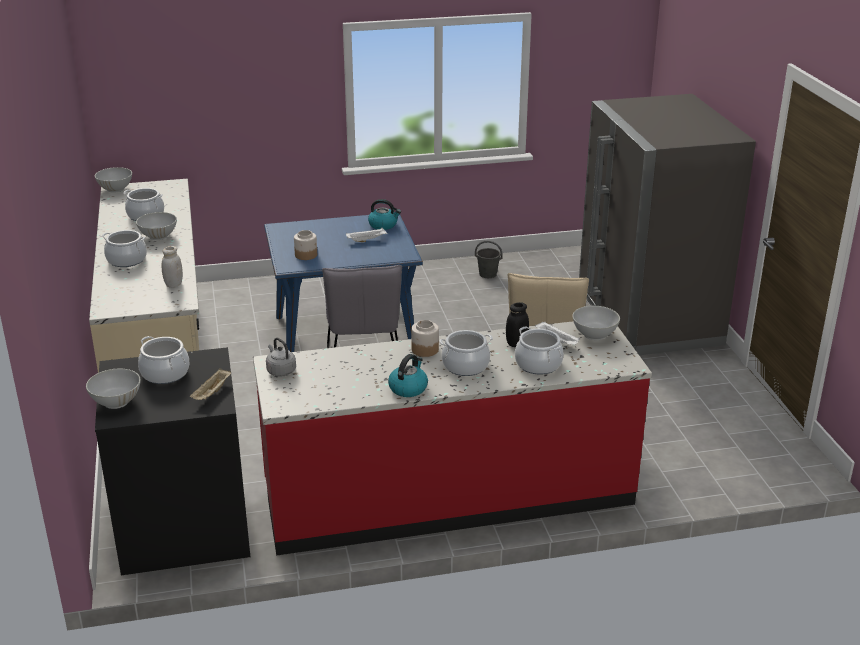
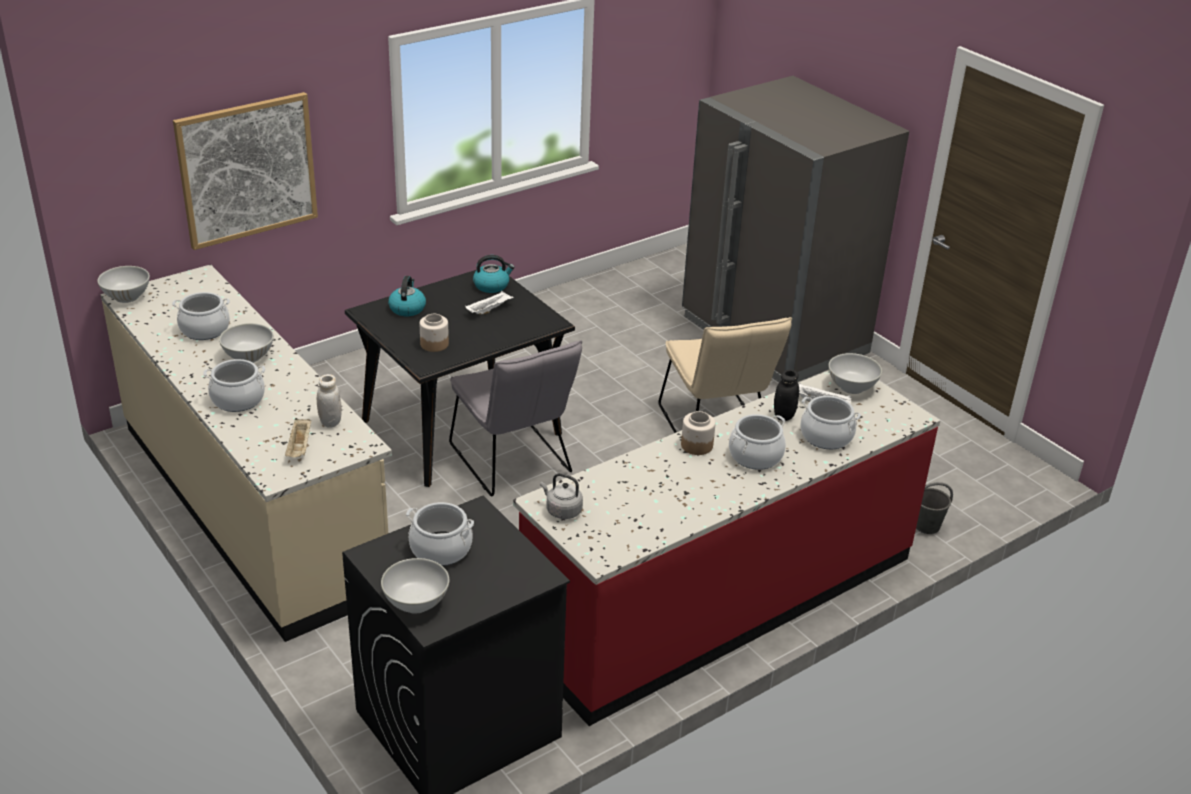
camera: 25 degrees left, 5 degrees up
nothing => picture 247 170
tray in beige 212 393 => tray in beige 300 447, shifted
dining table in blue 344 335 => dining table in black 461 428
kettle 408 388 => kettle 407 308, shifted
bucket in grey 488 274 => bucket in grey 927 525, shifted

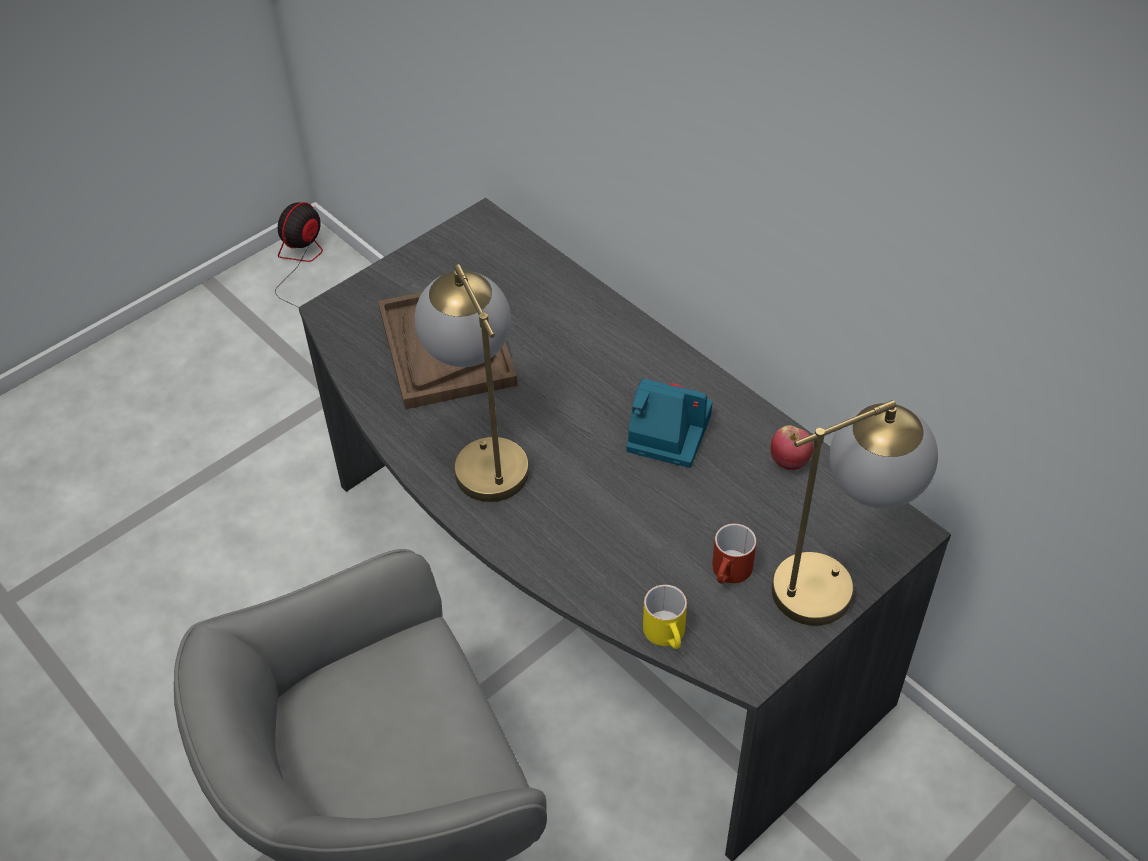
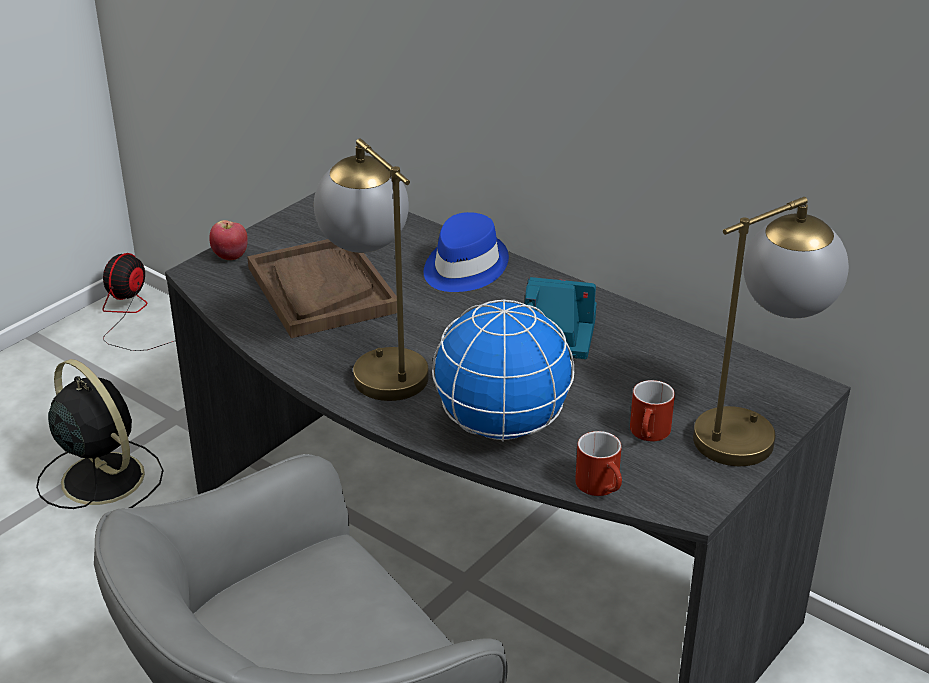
camera: 10 degrees left, 15 degrees down
nothing => fan in black 100 476
apple 789 462 => apple 230 256, shifted
nothing => hat in blue 463 268
nothing => globe 500 426
mug in yellow 668 635 => mug in red 603 487

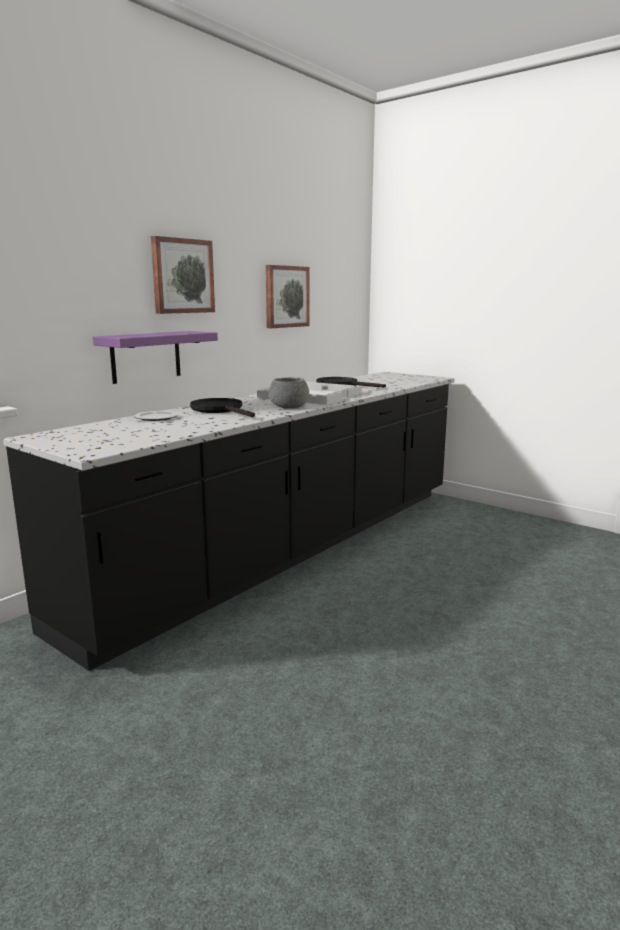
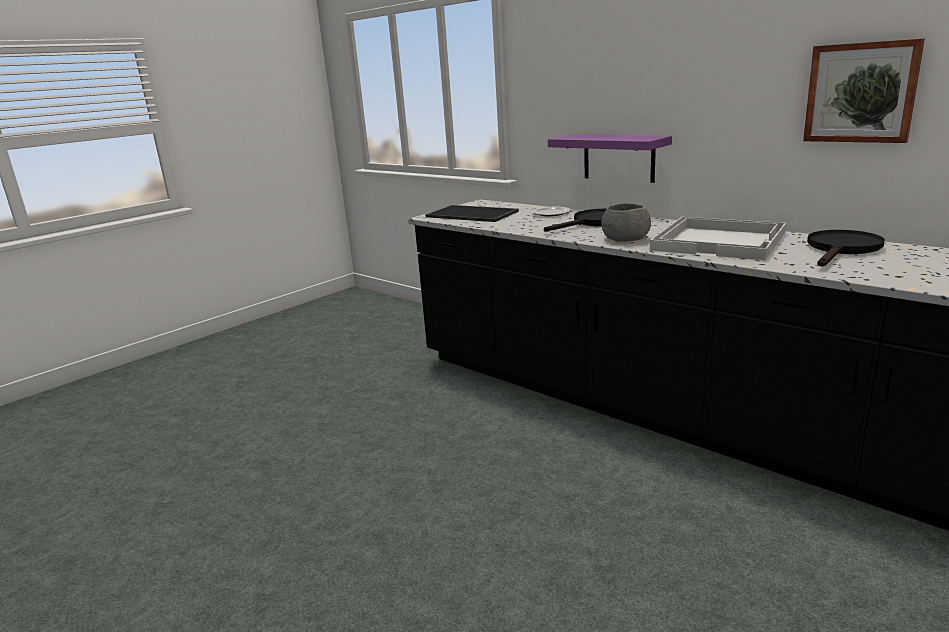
camera: 95 degrees right, 5 degrees up
nothing => tray 473 214
picture 182 276 => nothing

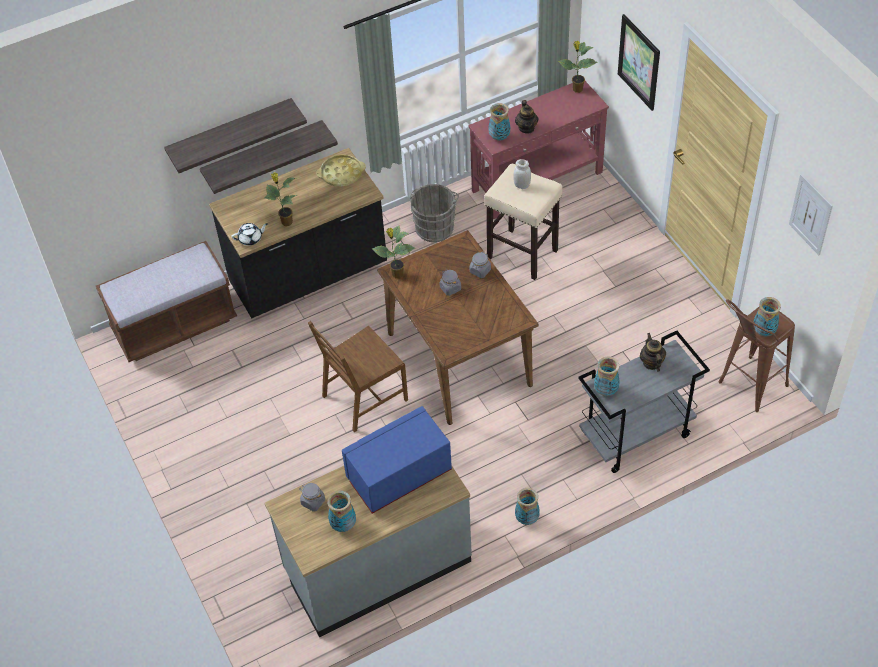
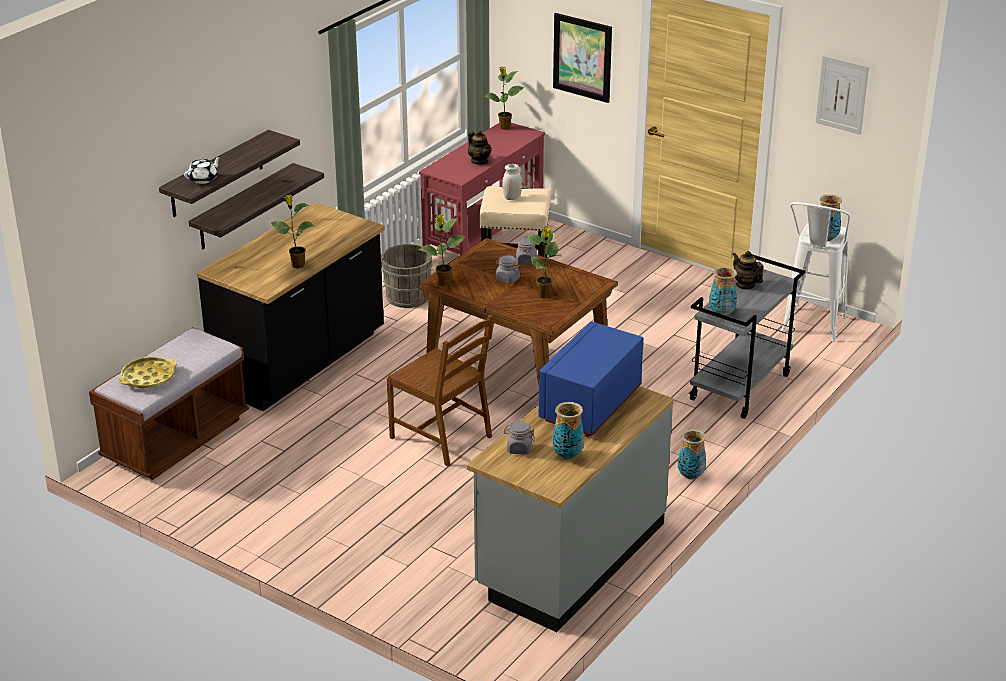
camera: 30 degrees left, 20 degrees down
tray in yellow 341 174 => tray in yellow 148 377, shifted
teapot in white 251 239 => teapot in white 203 179, shifted
chair in brown 364 398 => chair in brown 442 437, 75 degrees counterclockwise
nothing => potted plant 544 295
stool in brown 746 390 => stool in white 811 330
vase 499 137 => nothing

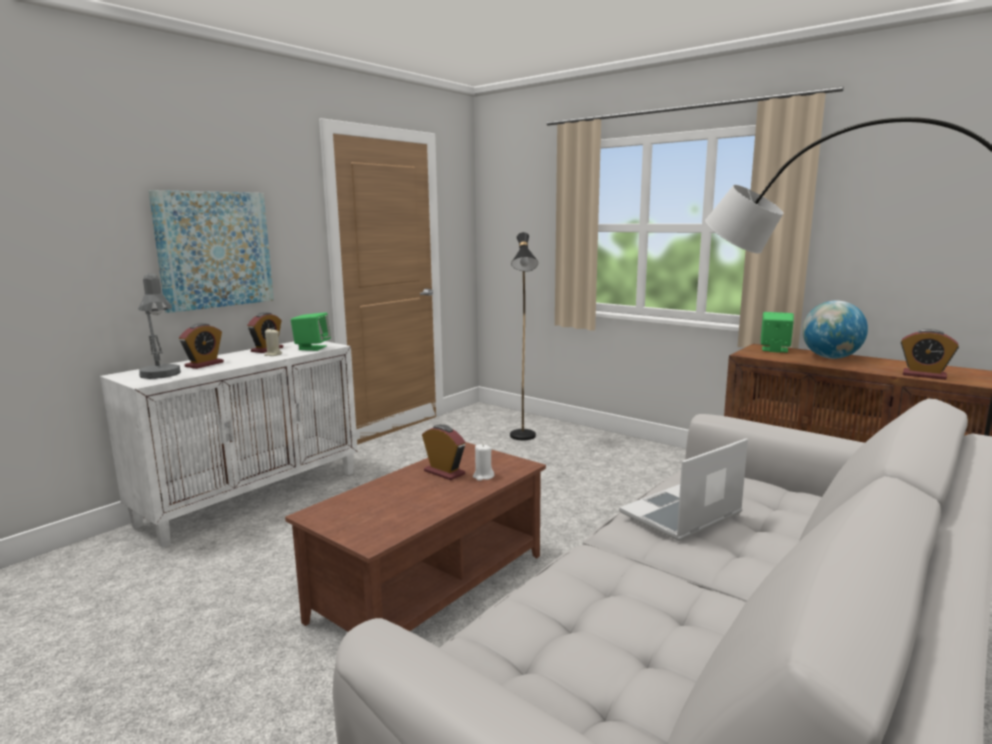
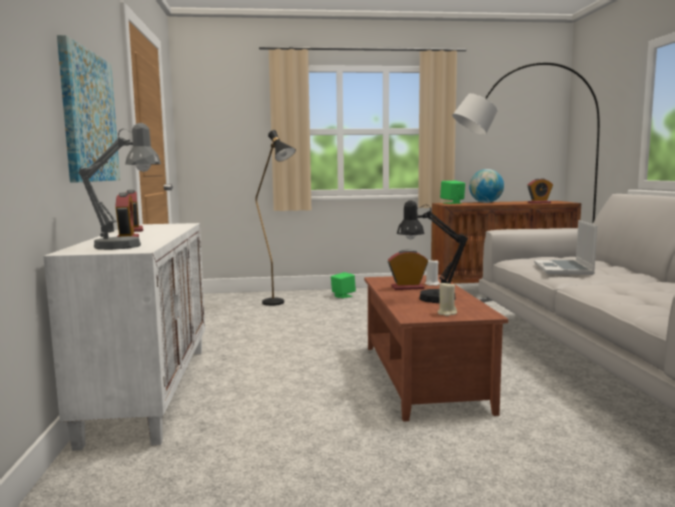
camera: 45 degrees left, 5 degrees down
speaker in green 312 348 => speaker in green 343 296, shifted
nothing => table lamp in black 428 299
candle in beige 273 354 => candle in beige 446 313, shifted

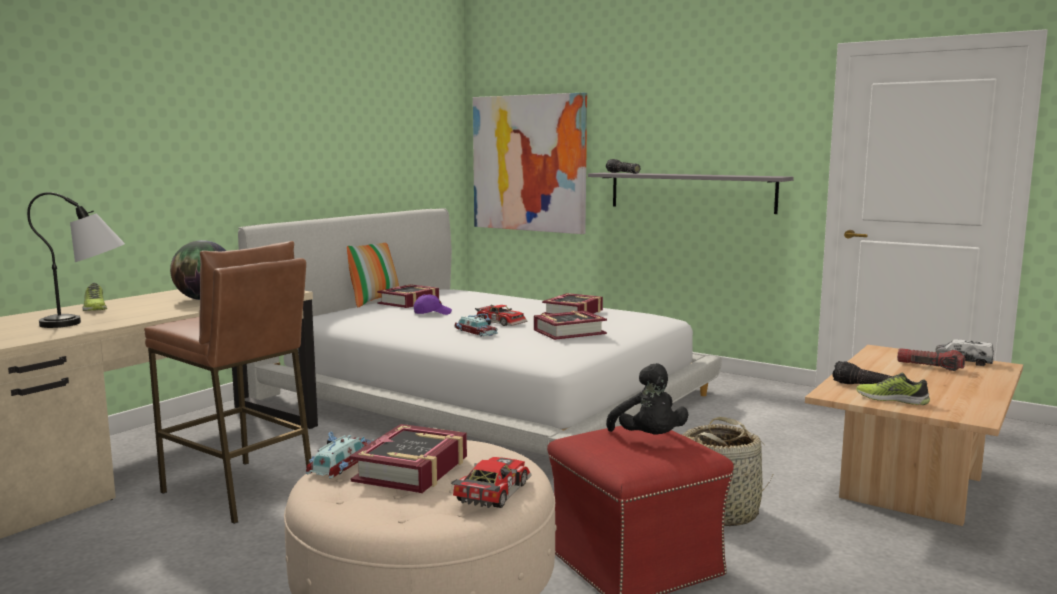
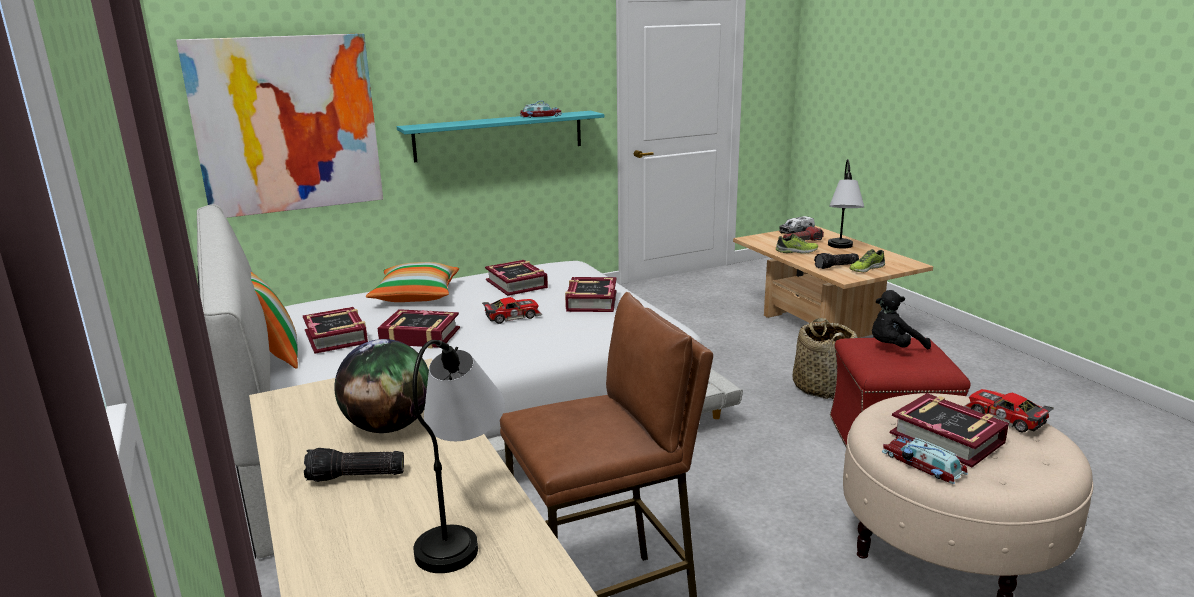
camera: 60 degrees left, 10 degrees up
flashlight 622 173 => flashlight 355 477, shifted
nothing => pillow 416 295
cap in purple 432 313 => book 420 336
shelf in grey 691 192 => shelf in turquoise 499 135
toy car 476 331 => toy car 540 116, shifted
shoe 94 308 => shoe 796 251, shifted
nothing => table lamp 840 249
plush toy in black 648 439 => plush toy in black 893 348, 150 degrees clockwise

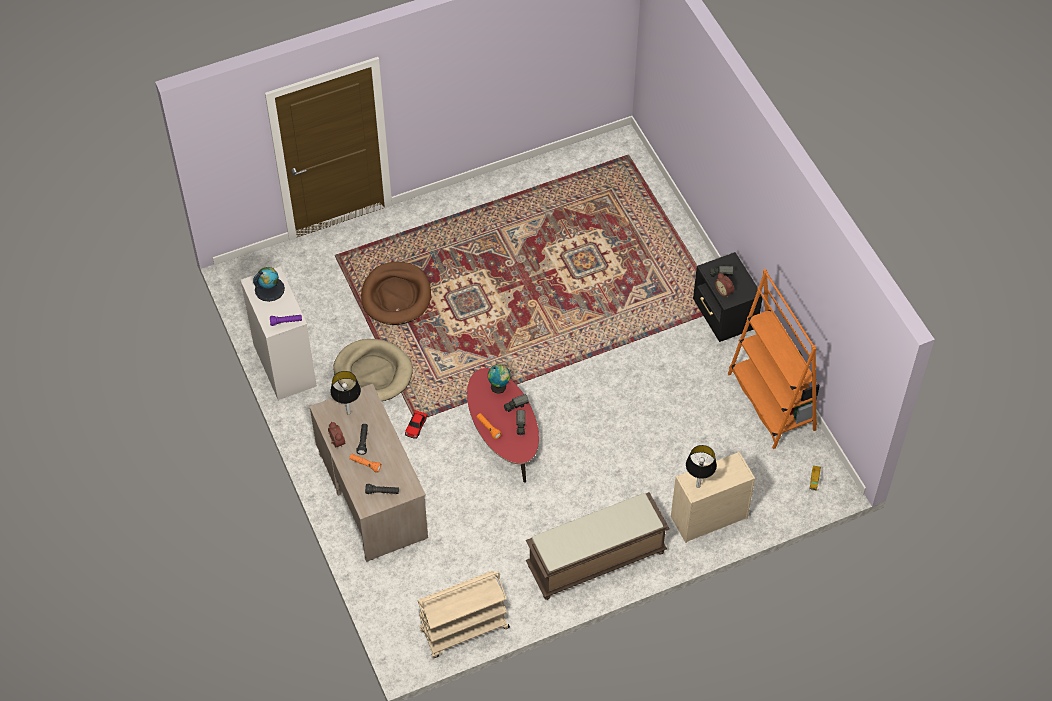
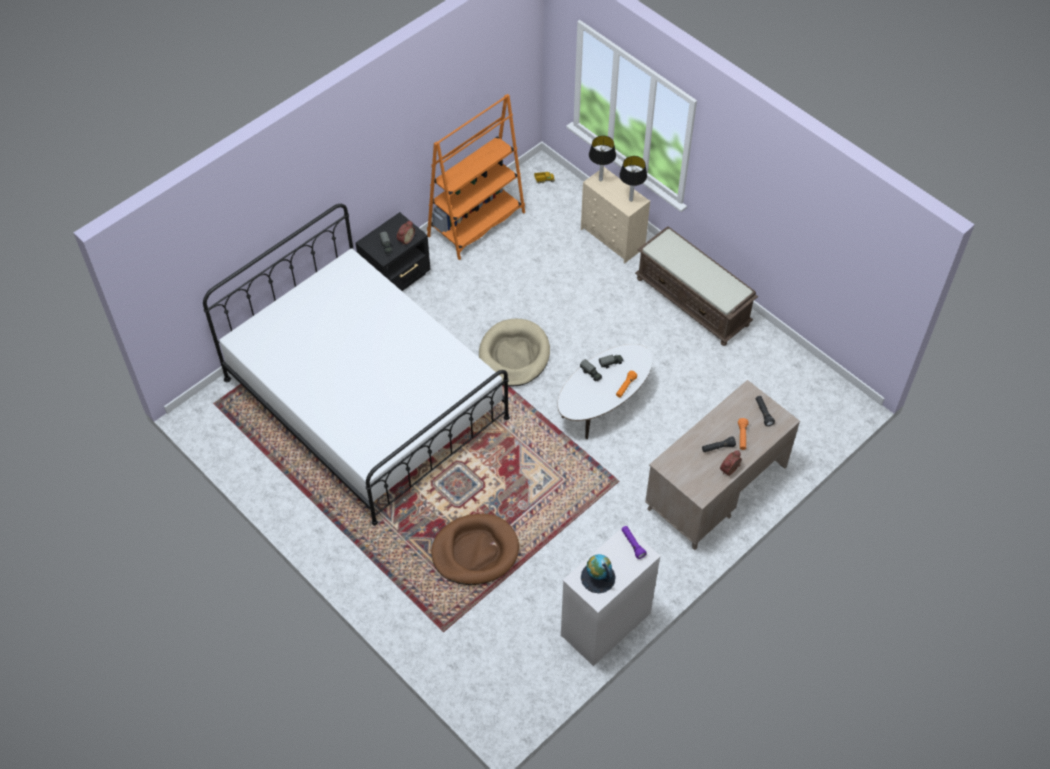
camera: 110 degrees left, 0 degrees up
nothing => bed in white 365 398
dog bed in beige 373 372 => dog bed in beige 514 355, shifted
coffee table in red 503 437 => coffee table in white 603 405
table lamp 348 412 => table lamp 600 179, shifted
toy car 416 426 => nothing
cart in beige 464 630 => nothing
globe 499 387 => nothing

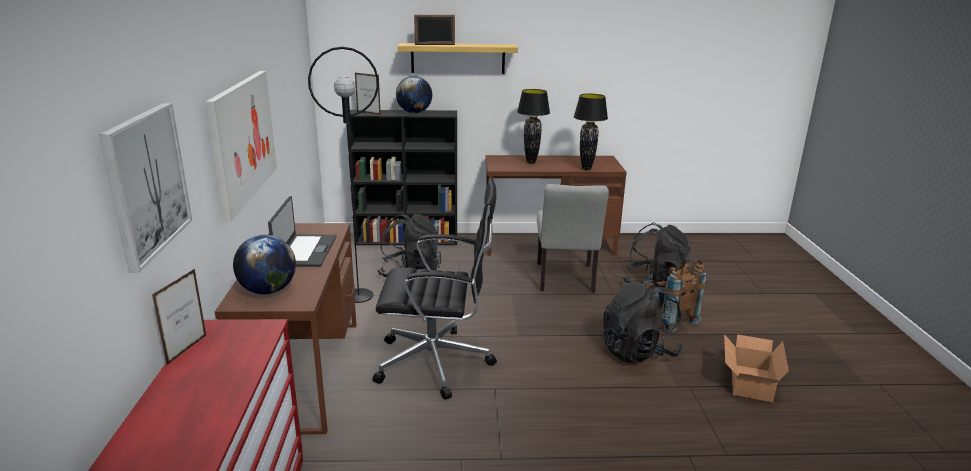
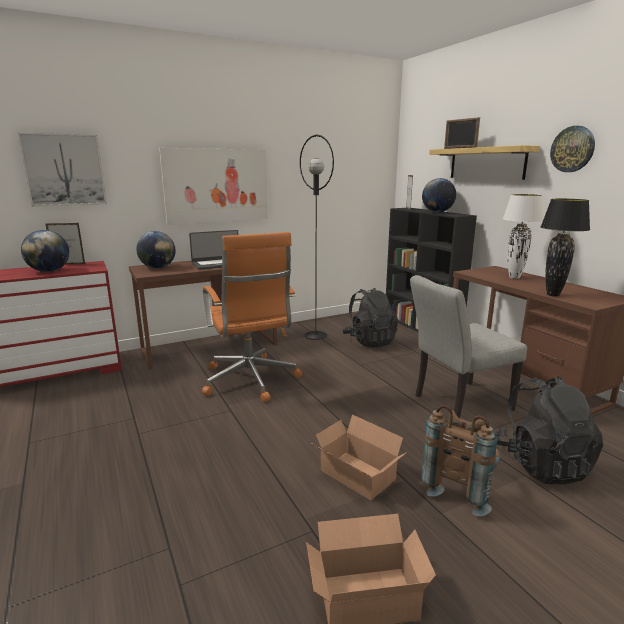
camera: 65 degrees right, 5 degrees down
nothing => globe 49 271
office chair in black 437 363 => office chair in orange 250 381
backpack in black 638 351 => cardboard box 357 476
table lamp in black 531 162 => table lamp in white 514 277
nothing => wall clock 572 149

